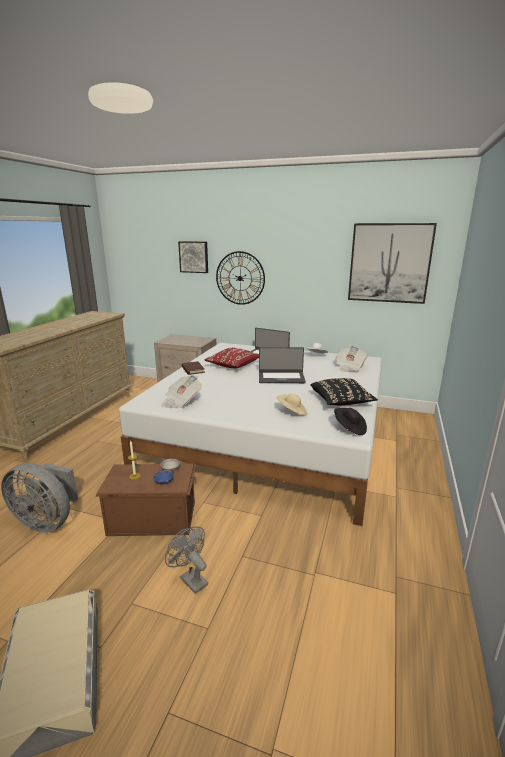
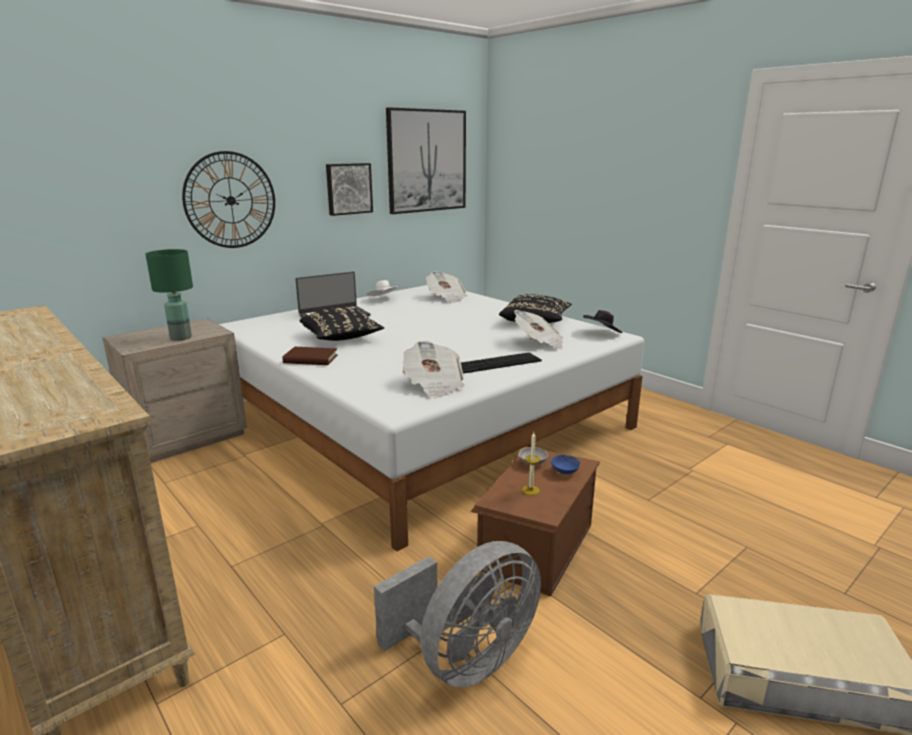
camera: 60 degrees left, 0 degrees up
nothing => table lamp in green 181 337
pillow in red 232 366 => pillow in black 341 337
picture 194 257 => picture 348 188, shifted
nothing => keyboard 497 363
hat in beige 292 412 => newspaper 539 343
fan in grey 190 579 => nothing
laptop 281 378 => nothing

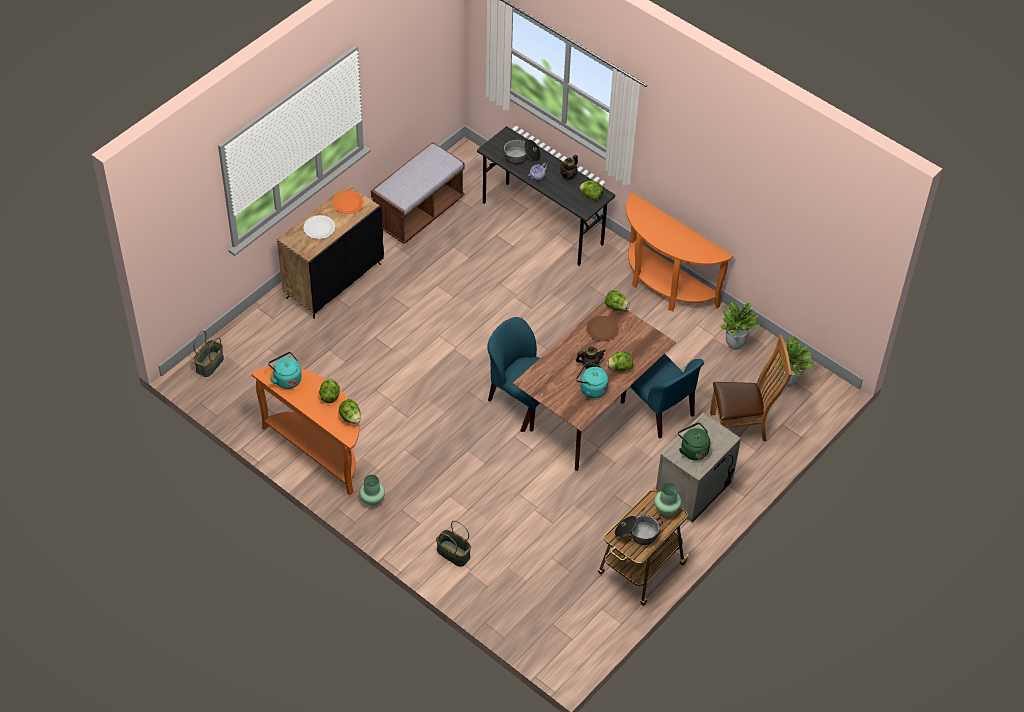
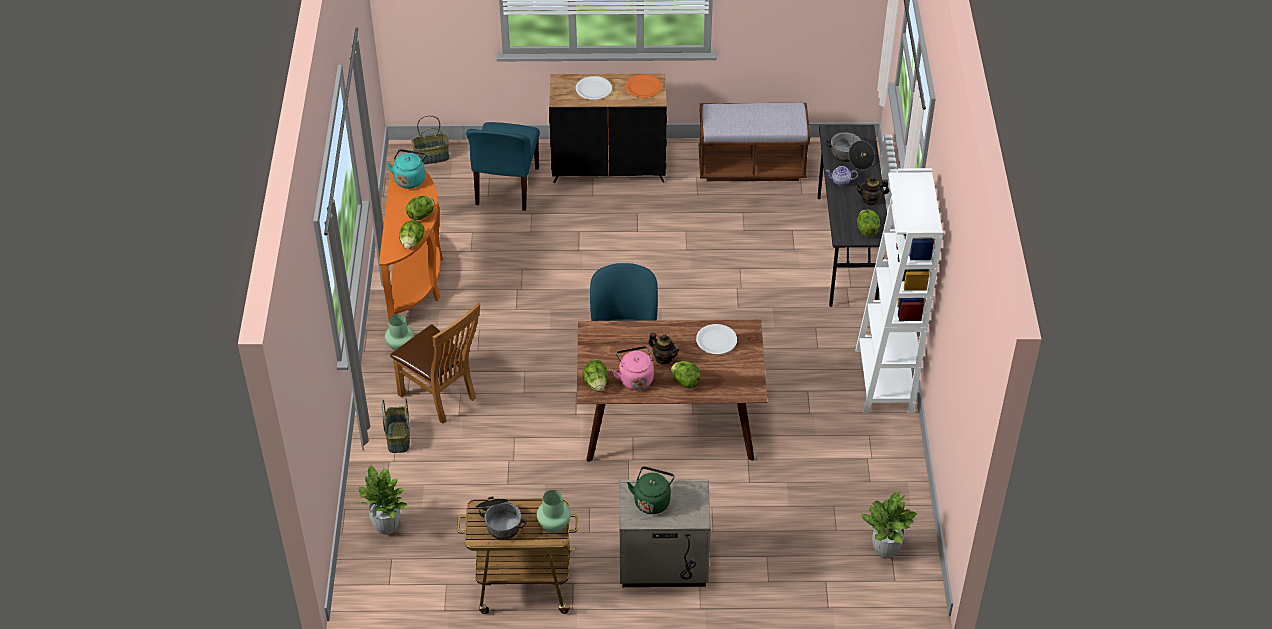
camera: 50 degrees right, 5 degrees down
potted plant 734 344 => potted plant 386 526, shifted
chair in brown 742 427 => chair in brown 441 398, shifted
chair in blue 658 410 => chair in blue 506 187, shifted
lettuce 616 307 => lettuce 596 384, shifted
kettle in turquoise 591 389 => kettle in pink 635 378
plate in brown 602 329 => plate in white 716 340
console table in orange 664 286 => bookcase in white 884 381

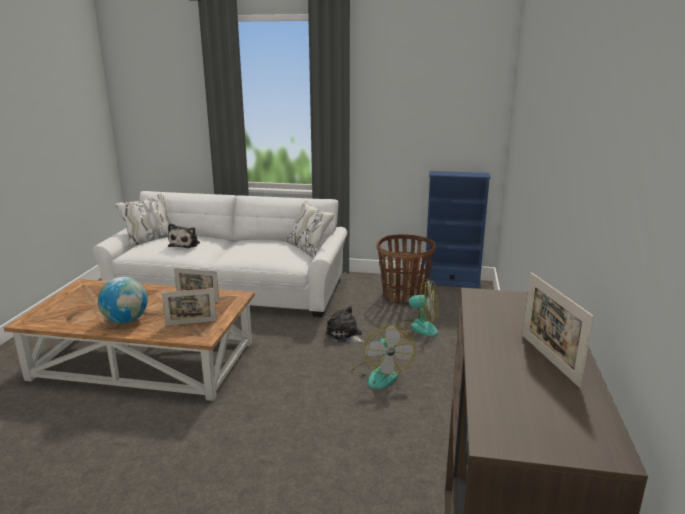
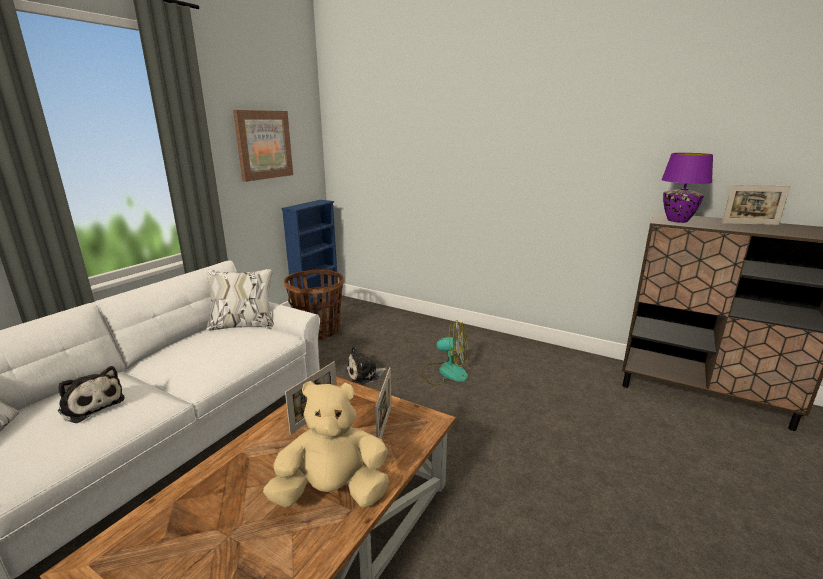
camera: 70 degrees left, 0 degrees up
nothing => picture 263 145
globe 126 321 => plush toy in beige 332 492
nothing => table lamp in purple 677 220
fan 417 328 => nothing

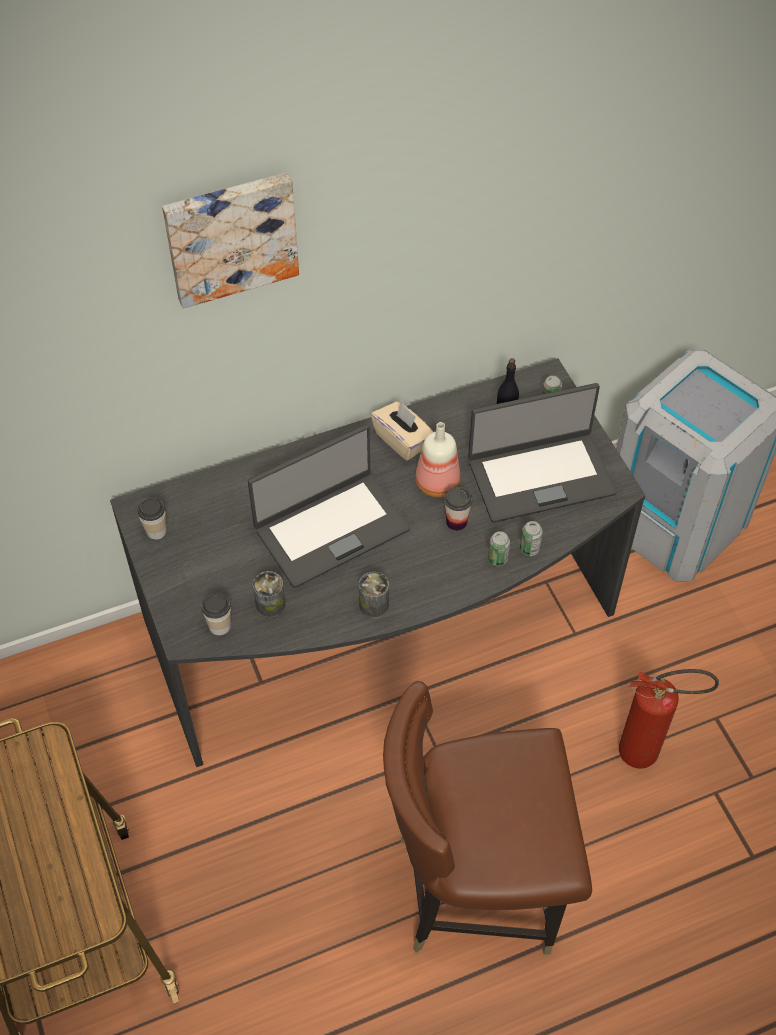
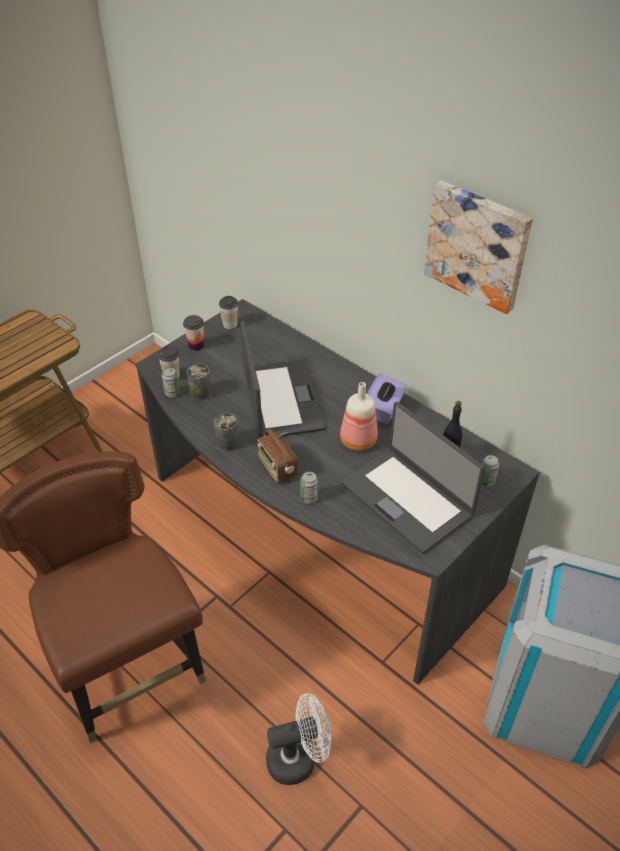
camera: 65 degrees right, 10 degrees down
can 529 549 => can 172 393, shifted
cup 456 522 => cup 196 345, shifted
laptop 330 528 => laptop 281 399, 135 degrees counterclockwise
nothing => radio 277 467
fire extinguisher 648 752 => fan in white 299 758
tissue box in beige 402 440 => tissue box in purple 384 409
picture 231 236 => picture 478 245, shifted

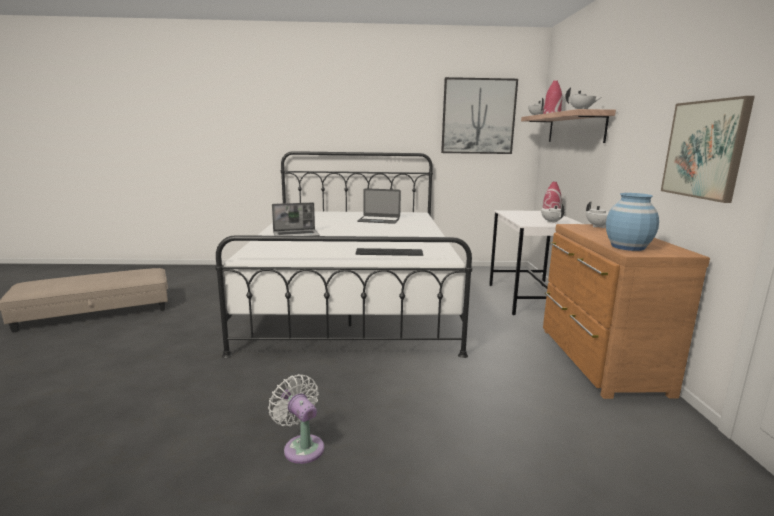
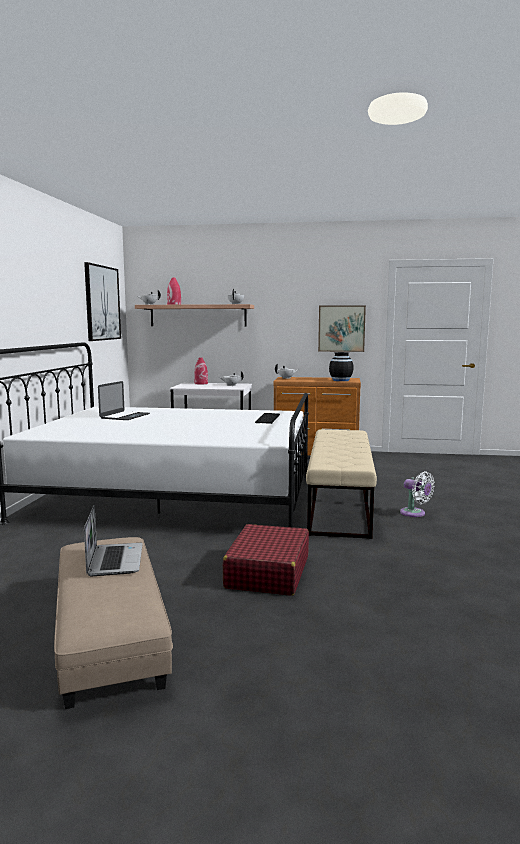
camera: 80 degrees left, 5 degrees down
laptop 296 235 => laptop 114 560, shifted
nothing => suitcase in red 267 572
nothing => bench in beige 339 503
vase in blue 628 247 => vase in black 340 380
fan in white 302 446 => fan in white 415 513, 105 degrees counterclockwise

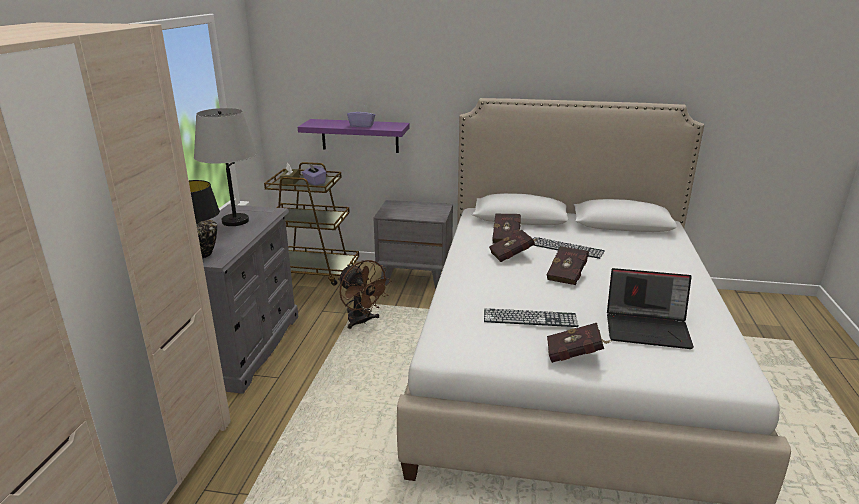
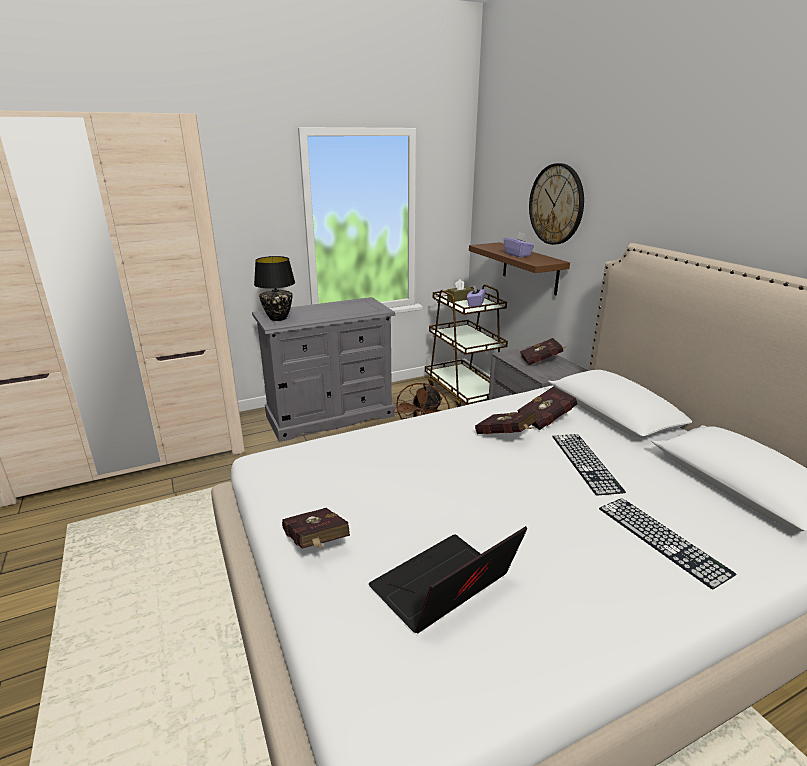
camera: 55 degrees right, 0 degrees up
laptop 648 328 => laptop 443 590, 75 degrees clockwise
shelf in purple 359 136 => shelf in brown 530 268
book in red 568 275 => book in red 542 361, shifted
nothing => wall clock 556 204
keyboard 530 318 => keyboard 662 539, shifted
table lamp in grey 235 221 => nothing

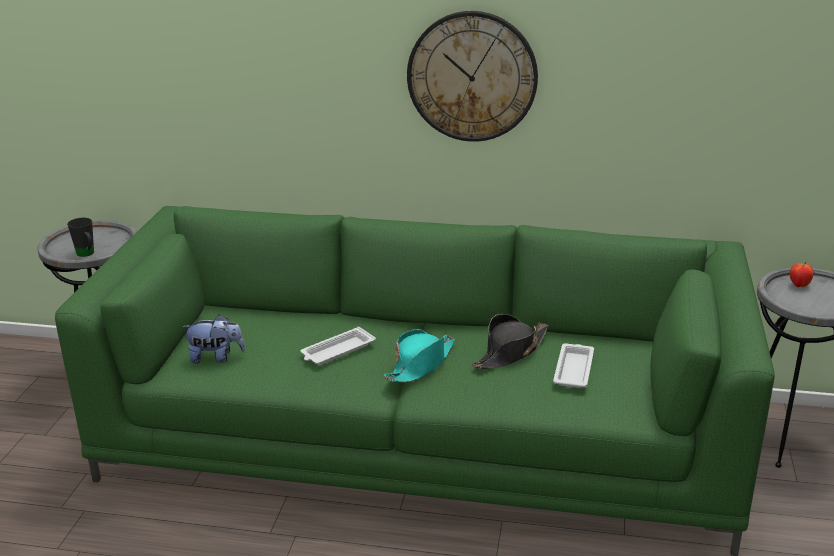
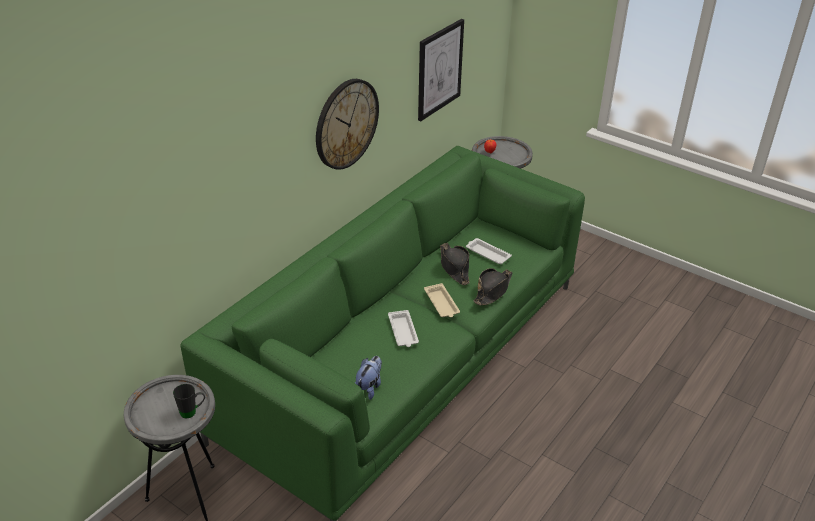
camera: 65 degrees left, 10 degrees up
nothing => picture 439 69
hat in turquoise 421 364 => tray in beige 442 304
nothing => hat in black 493 290

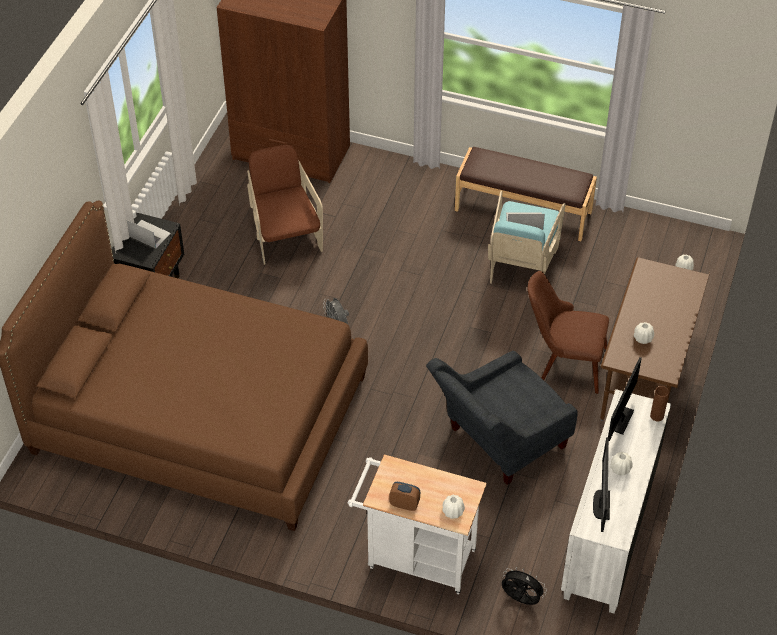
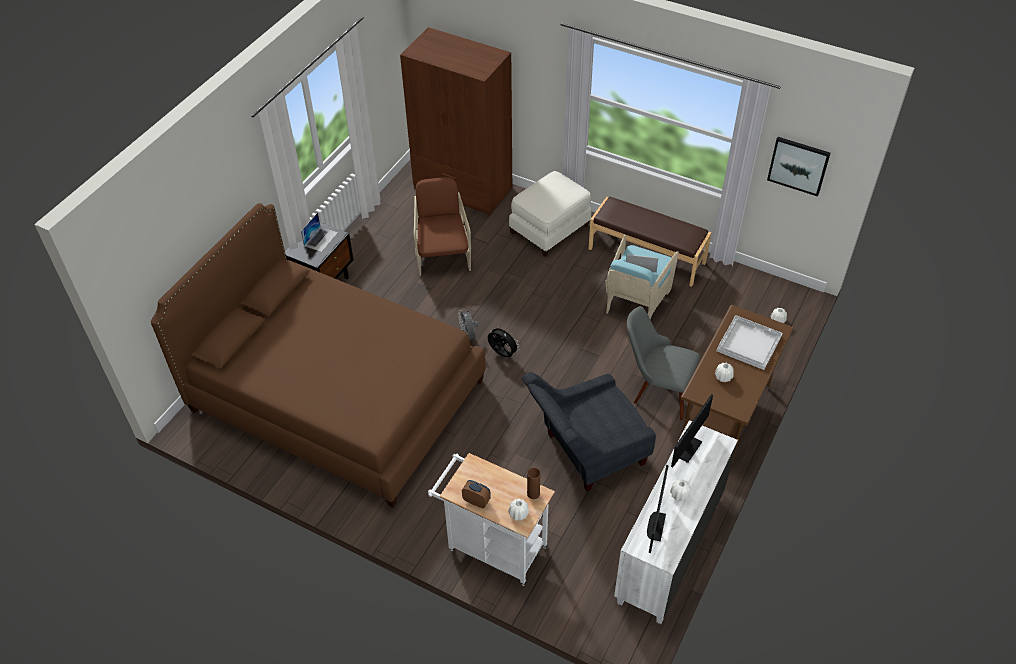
camera: 10 degrees right, 0 degrees up
laptop 148 234 => laptop 321 239, 75 degrees clockwise
fan in black 520 600 => fan in black 502 354, shifted
nothing => ottoman in white 550 230
vase in brown 657 416 => vase in brown 533 493, shifted
chair in brown 563 363 => chair in grey 657 389
nothing => tray in white 748 343
nothing => picture 798 165

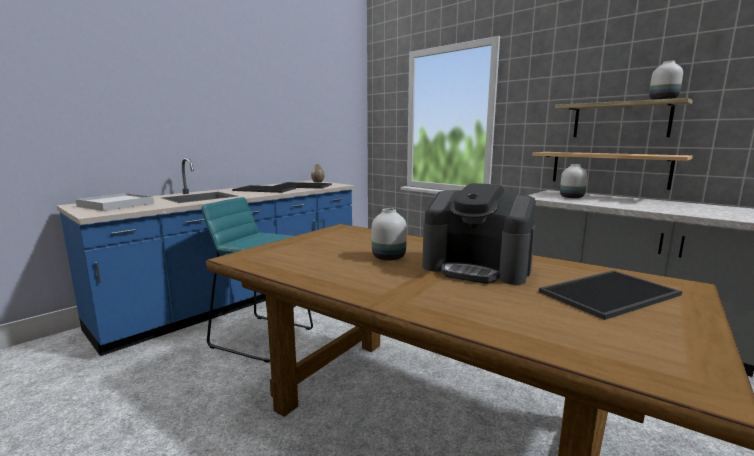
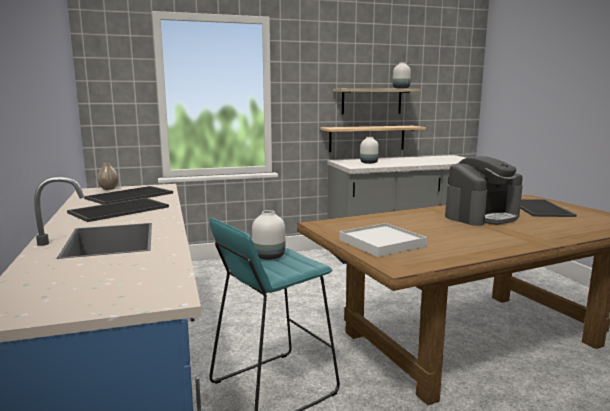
camera: 60 degrees left, 0 degrees up
vase in white 389 257 => vase in white 269 256, shifted
tray in white 116 205 => tray in white 382 243, shifted

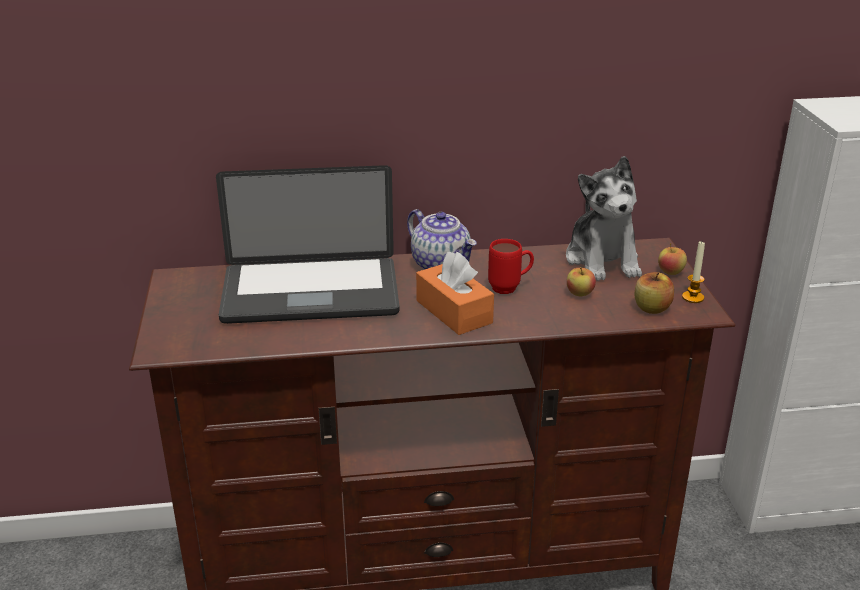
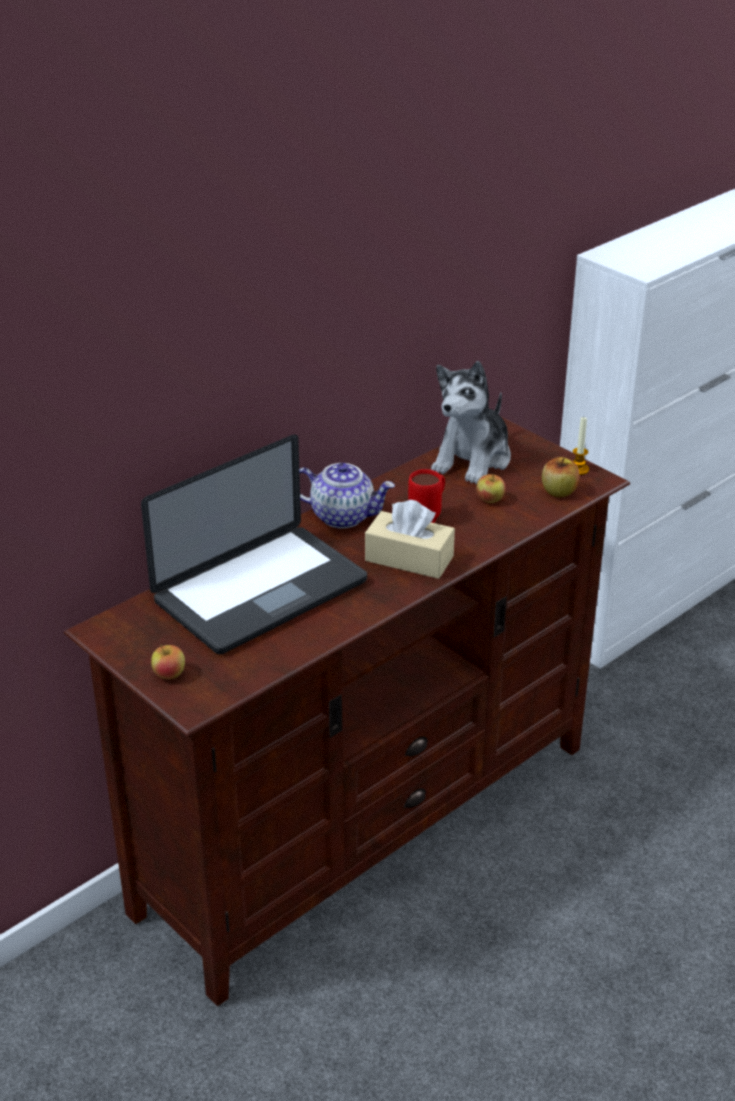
camera: 35 degrees left, 5 degrees up
apple 670 272 => apple 169 674, shifted
tissue box in orange 454 312 => tissue box in beige 409 558
plush toy 603 260 => plush toy 473 459, 75 degrees clockwise

